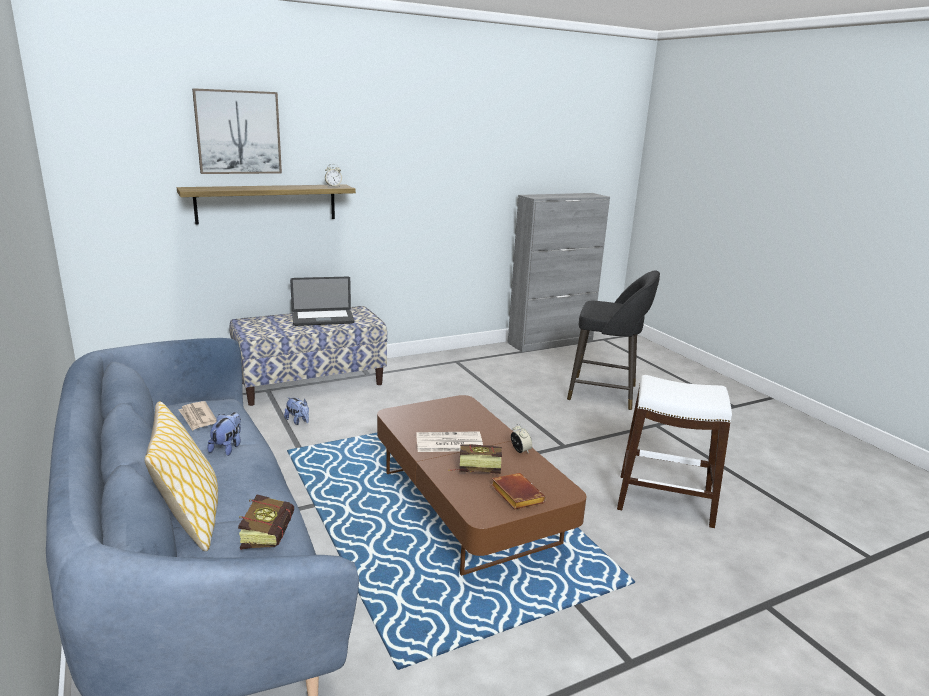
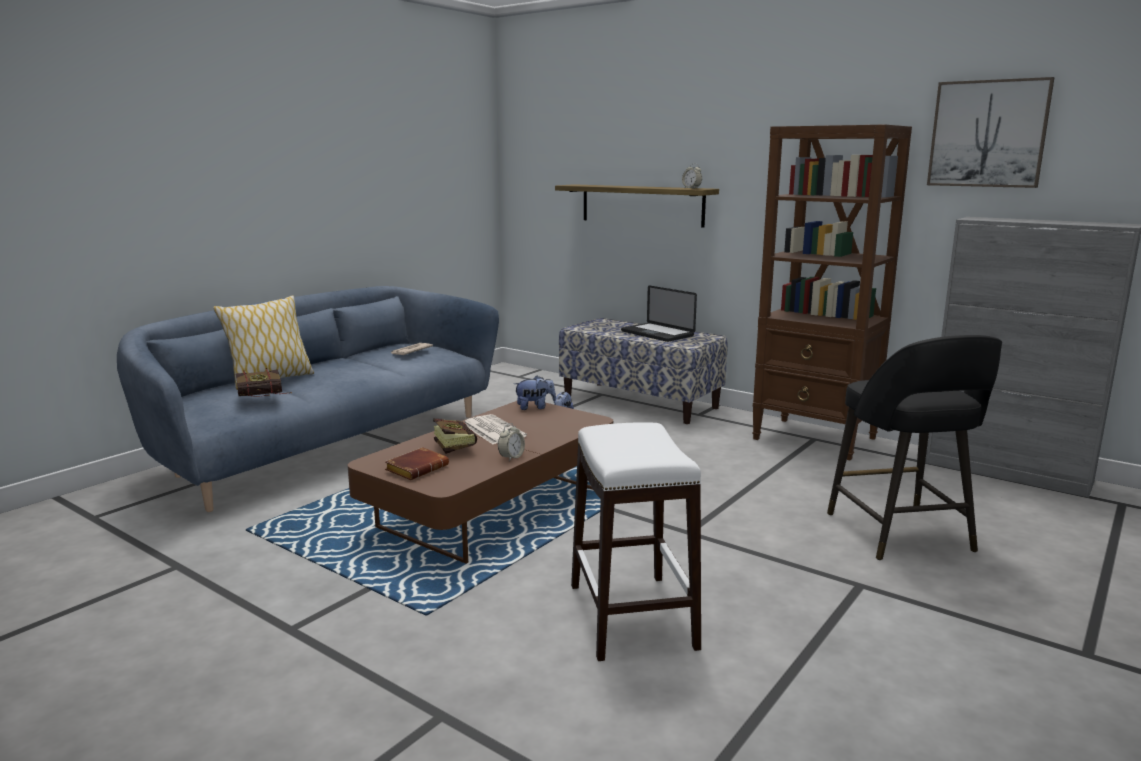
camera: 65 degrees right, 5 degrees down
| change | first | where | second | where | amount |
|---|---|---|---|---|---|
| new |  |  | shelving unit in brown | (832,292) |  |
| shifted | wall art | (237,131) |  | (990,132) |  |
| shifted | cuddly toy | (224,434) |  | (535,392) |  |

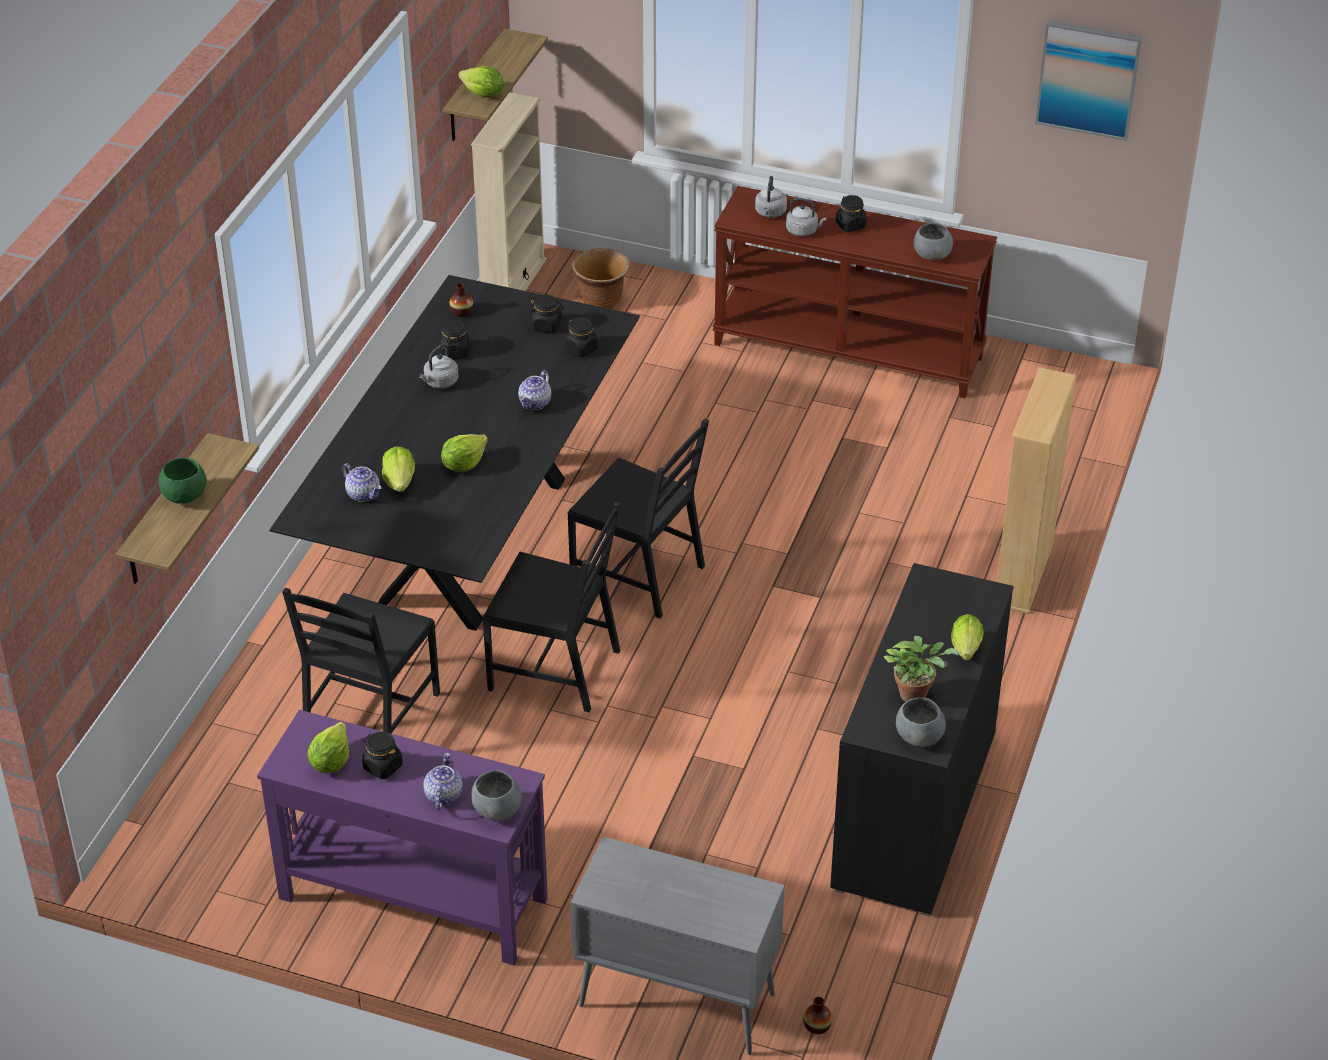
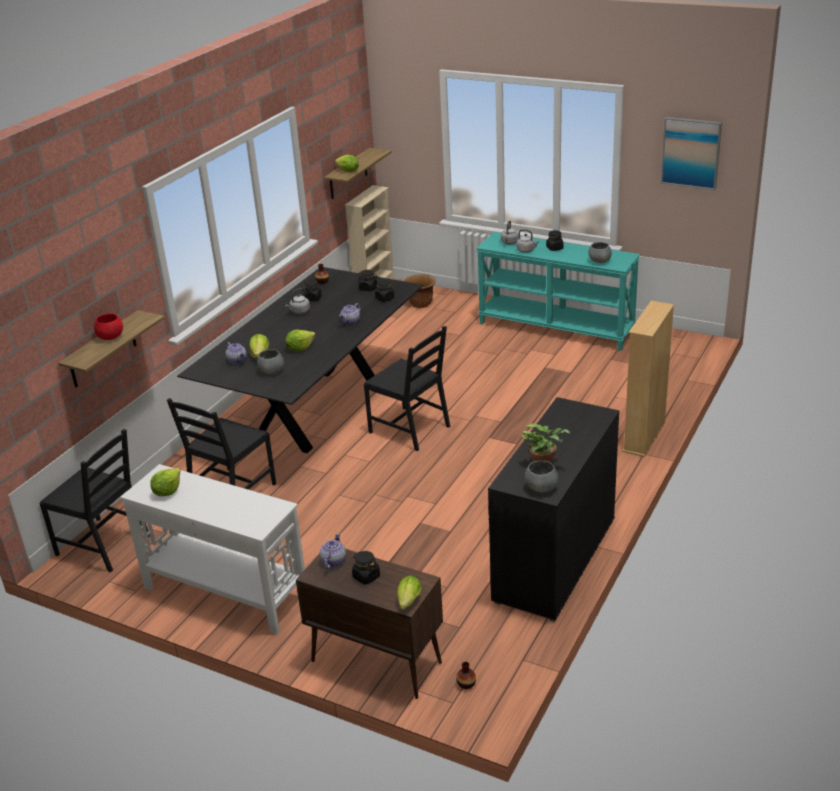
camera: 10 degrees right, 10 degrees down
| change | first | where | second | where | amount |
|---|---|---|---|---|---|
| shifted | jar in black-coloured | (382,755) |  | (366,568) |  |
| shifted | tea pot | (443,781) |  | (333,551) |  |
| shifted | serving bowl in greyish | (496,795) |  | (270,361) |  |
| shifted | chair in black-coloured | (551,607) |  | (94,500) |  |
| shifted | lettuce | (967,637) |  | (409,592) |  |
| repainted | serving bowl in greenish | (183,481) | serving bowl in red | (108,327) |  |
| repainted | narrow table in purple-coloured | (402,837) | narrow table in white | (212,549) |  |
| repainted | storage cabinet in greyish | (677,946) | storage cabinet in brown | (369,624) |  |
| repainted | narrow table in brown | (855,292) | narrow table in blue-green | (558,291) |  |

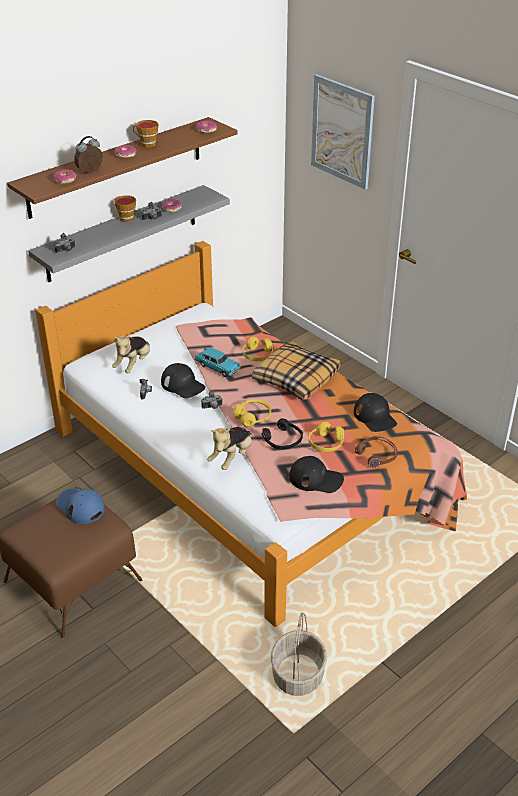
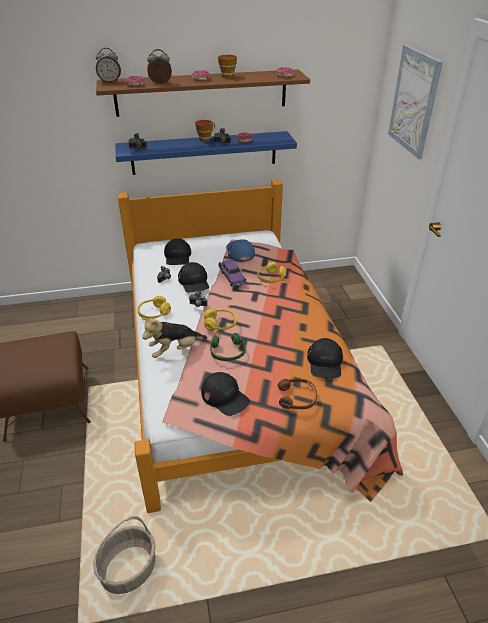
camera: 30 degrees right, 0 degrees up
| change | first | where | second | where | amount |
|---|---|---|---|---|---|
| gone | pillow | (296,370) |  |  |  |
| new |  |  | alarm clock | (108,65) |  |
| shifted | peaked cap in blue | (80,506) |  | (240,250) |  |
| shifted | pair of headphones in yellow | (326,437) |  | (154,307) |  |
| swapped | cuddly toy | (131,353) | peaked cap in black-coloured | (177,251) |  |
| repainted | wall shelf in greyish | (129,233) | wall shelf in blue | (206,153) |  |
| repainted | miniature car in blue-green | (217,362) | miniature car in purple-coloured | (233,273) |  |
| repainted | pair of headphones in black-coloured | (282,434) | pair of headphones in greenish | (228,347) |  |

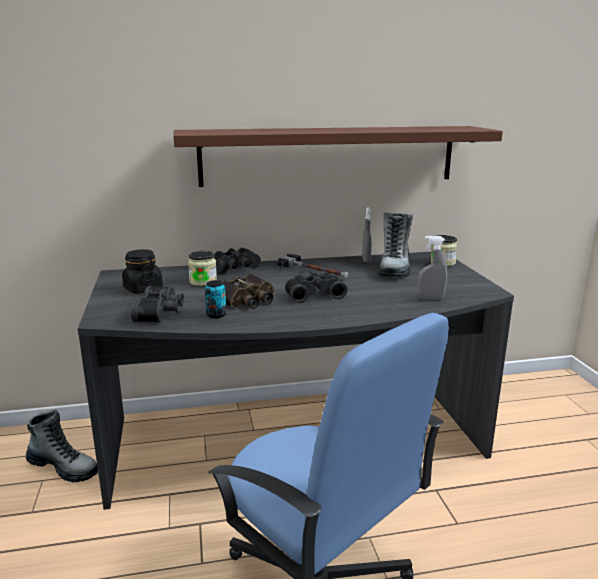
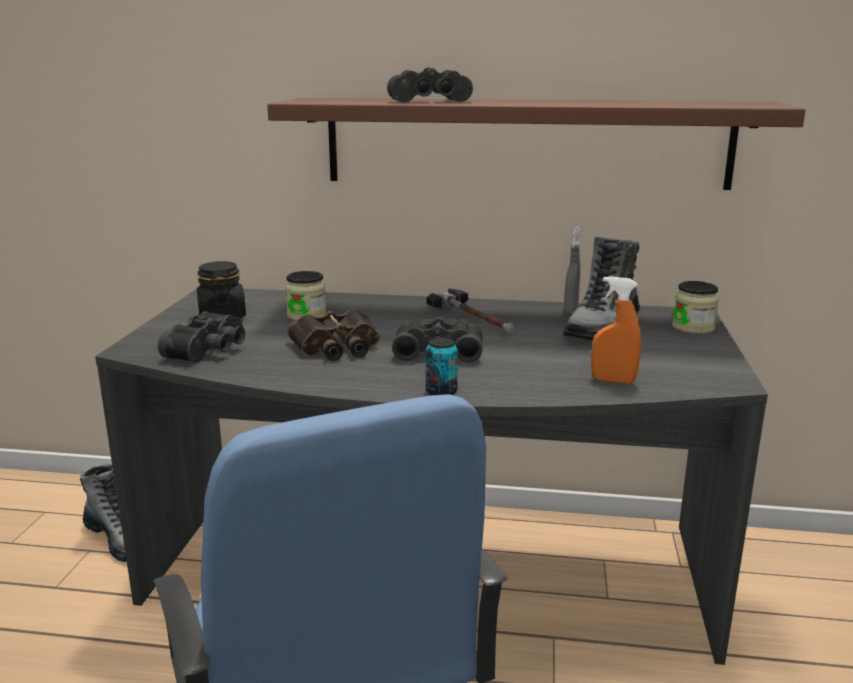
camera: 20 degrees right, 0 degrees up
| change | first | where | second | where | amount |
|---|---|---|---|---|---|
| shifted | metal can | (215,299) |  | (442,366) |  |
| shifted | field glasses in black-coloured | (237,261) |  | (430,84) |  |
| repainted | spray bottle in greyish | (432,268) | spray bottle in orange | (616,330) |  |

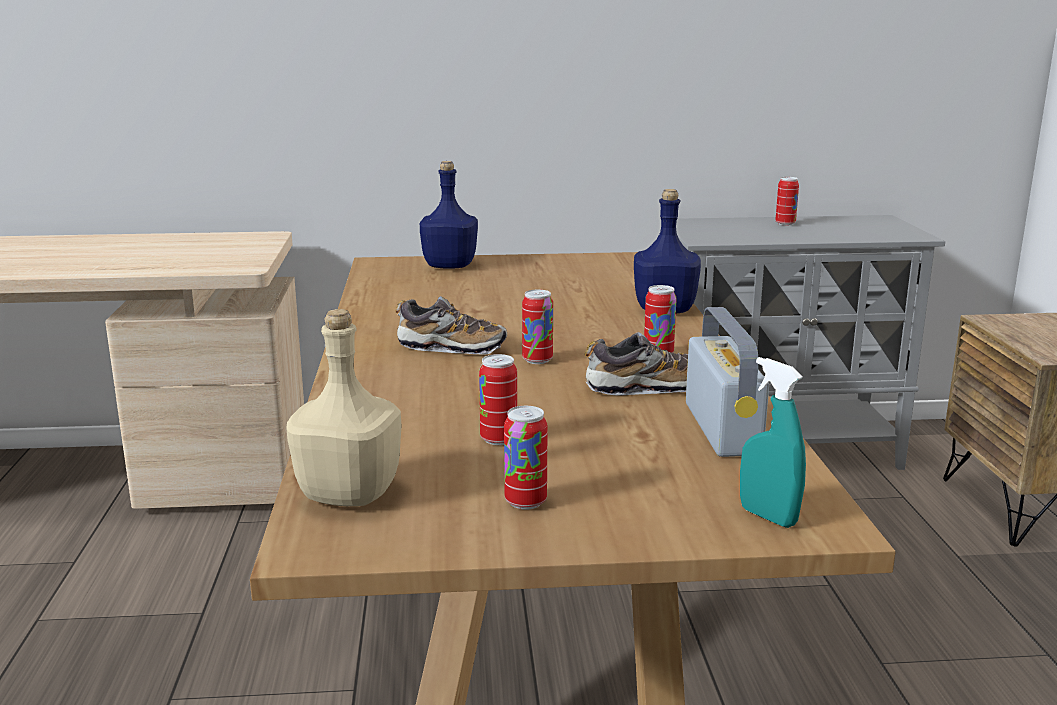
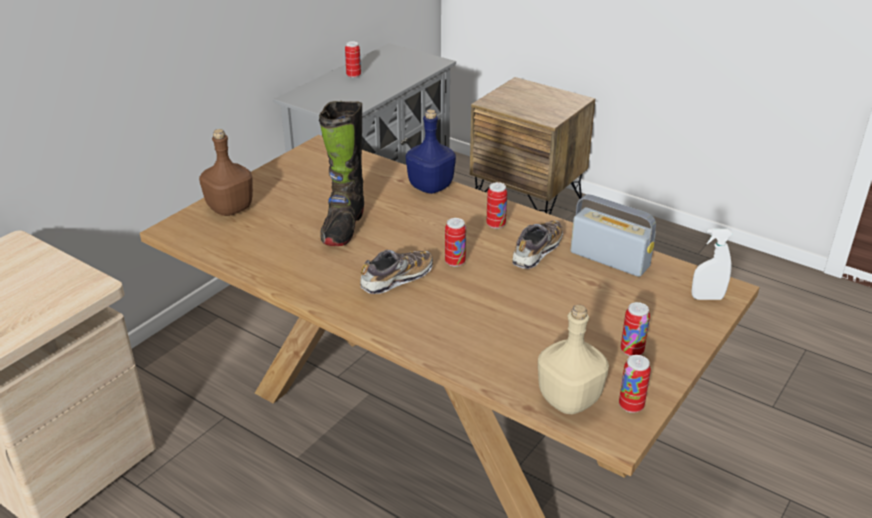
camera: 50 degrees left, 15 degrees up
| change | first | where | second | where | amount |
|---|---|---|---|---|---|
| new |  |  | high-top boot in black-coloured | (341,173) |  |
| shifted | metal can | (498,399) |  | (635,384) |  |
| repainted | drink bottle in blue | (449,215) | drink bottle in brown | (226,172) |  |
| repainted | spray bottle in blue-green | (773,442) | spray bottle in white | (712,264) |  |

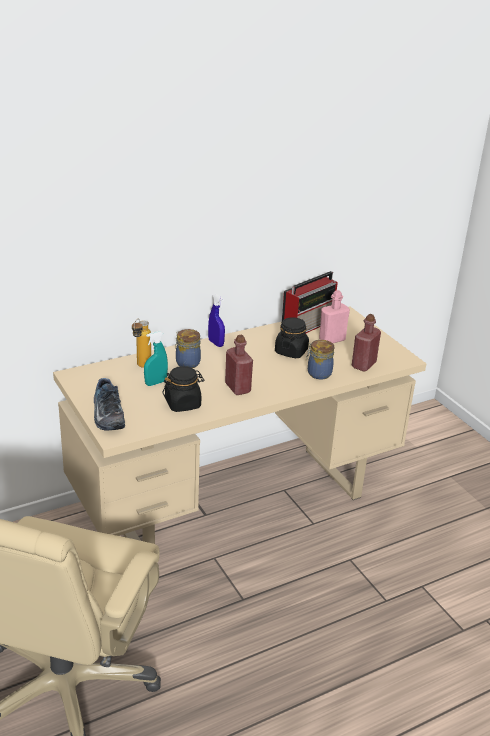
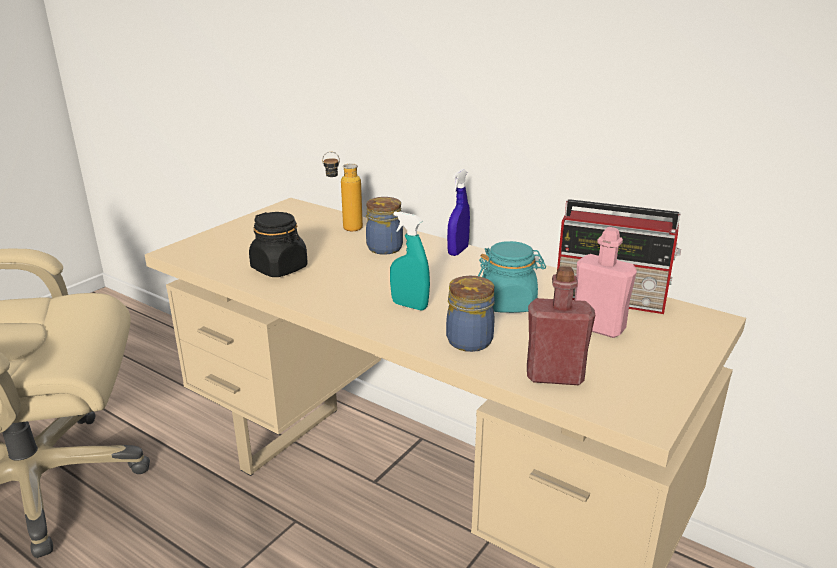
camera: 65 degrees right, 5 degrees down
| change | first | where | second | where | amount |
|---|---|---|---|---|---|
| gone | shoe | (109,404) |  |  |  |
| gone | drink bottle in red | (239,365) |  |  |  |
| shifted | spray bottle in blue-green | (156,358) |  | (410,261) |  |
| repainted | jar in black-coloured | (292,337) | jar in blue-green | (512,277) |  |

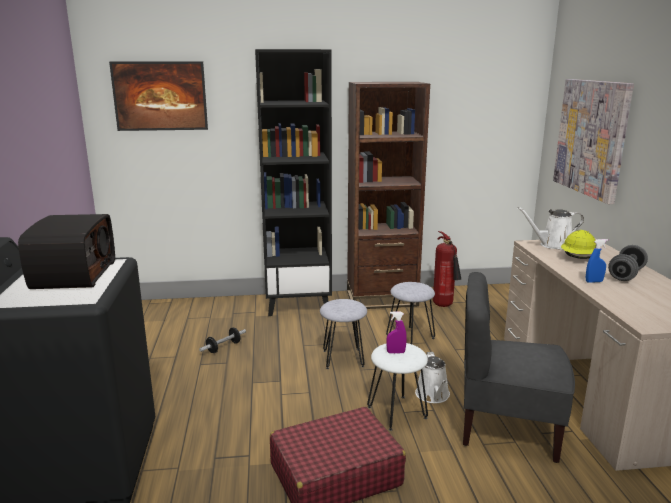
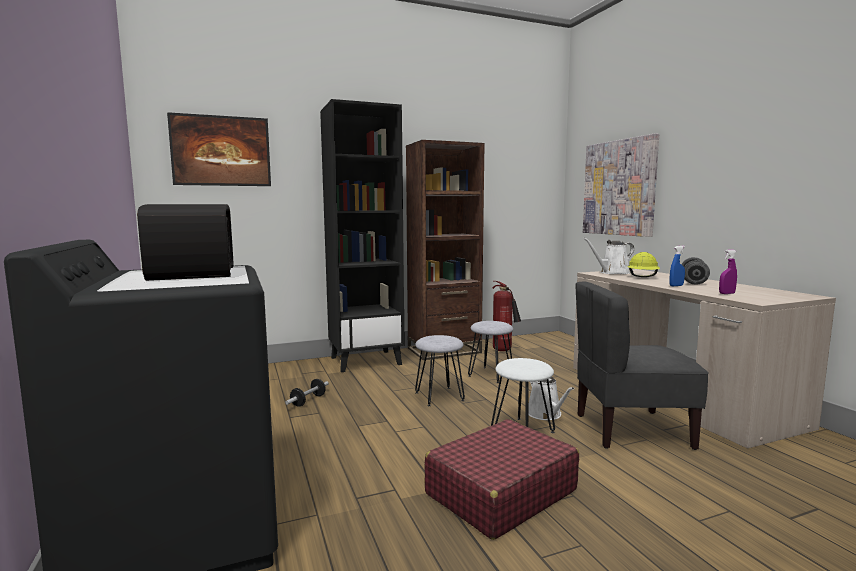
camera: 15 degrees left, 10 degrees down
| change | first | where | second | where | amount |
|---|---|---|---|---|---|
| shifted | spray bottle in purple-coloured | (396,332) |  | (728,272) |  |

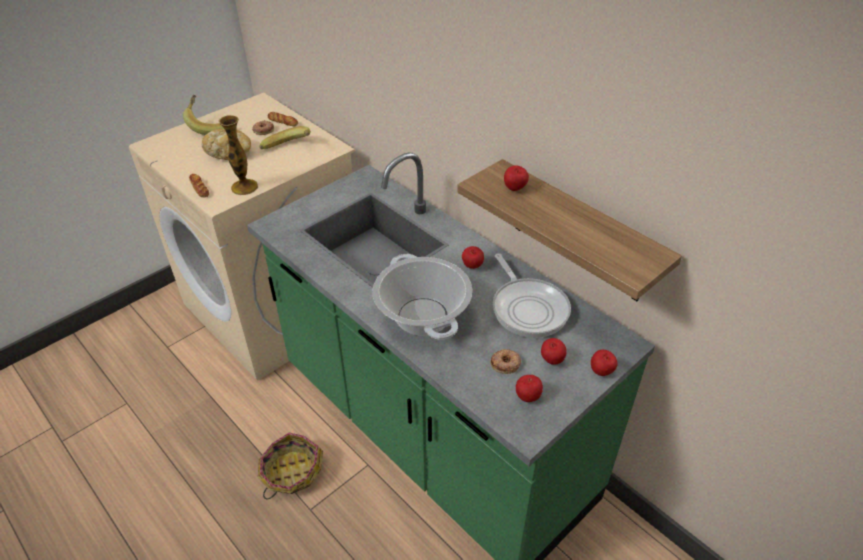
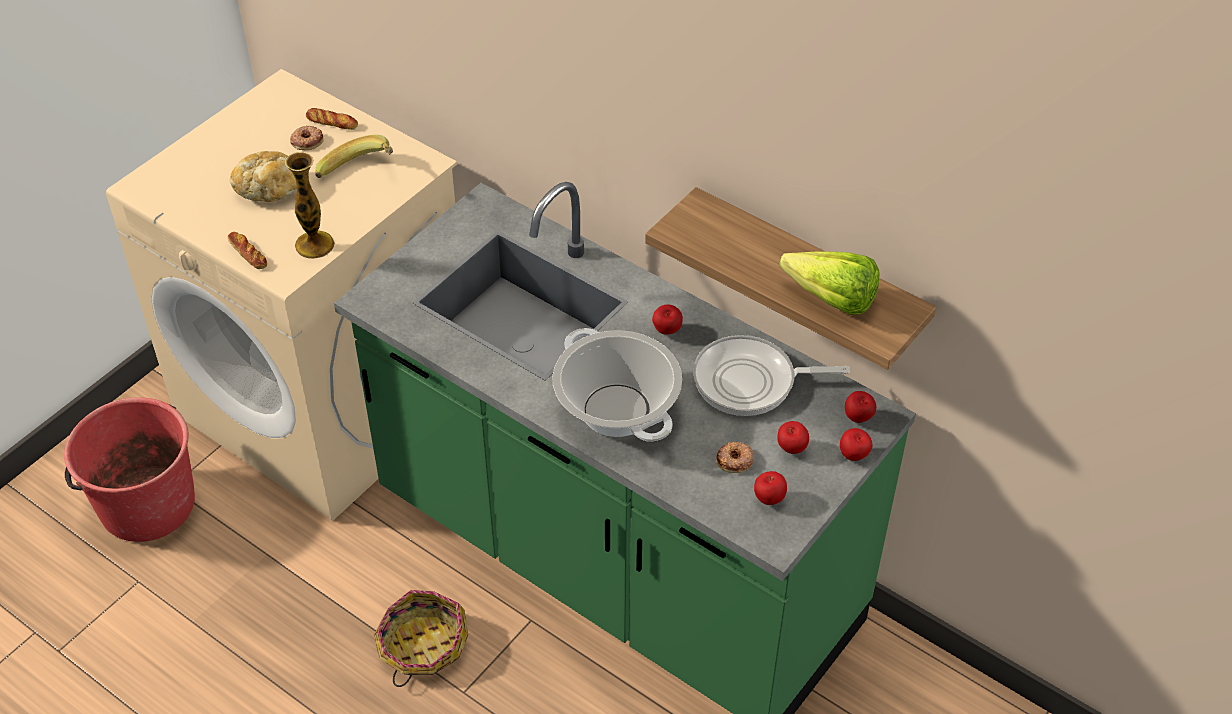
camera: 10 degrees left, 5 degrees up
| change | first | where | second | where | amount |
|---|---|---|---|---|---|
| gone | banana fruit | (203,115) |  |  |  |
| new |  |  | bucket in red | (129,469) |  |
| new |  |  | lettuce | (829,283) |  |
| shifted | whole apple | (516,178) |  | (860,407) |  |
| rotated | skillet | (532,295) |  | (771,375) | 120 degrees clockwise |

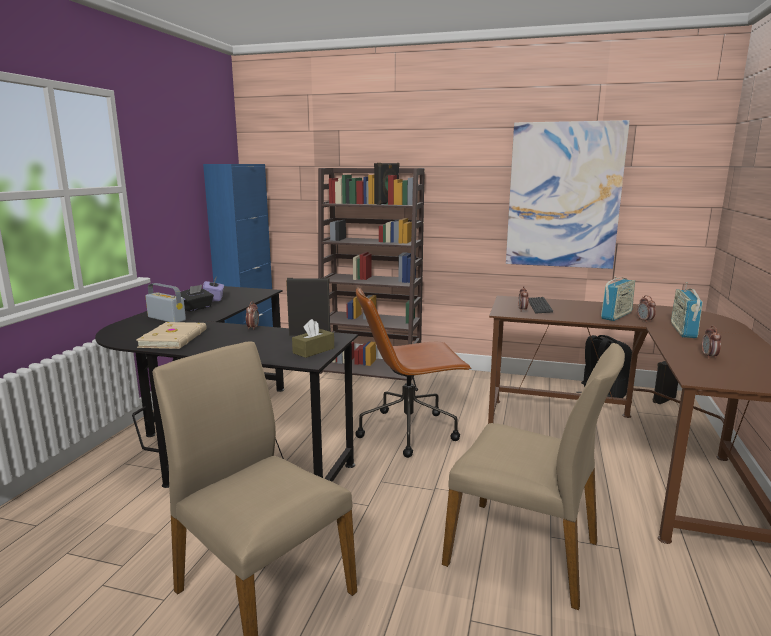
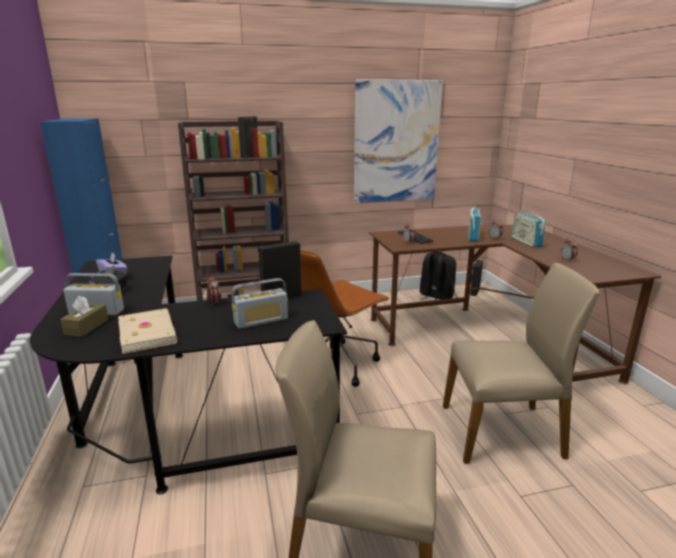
camera: 30 degrees left, 5 degrees up
| change | first | where | second | where | amount |
|---|---|---|---|---|---|
| new |  |  | radio set | (260,303) |  |
| shifted | tissue box in brown | (313,338) |  | (84,316) |  |

